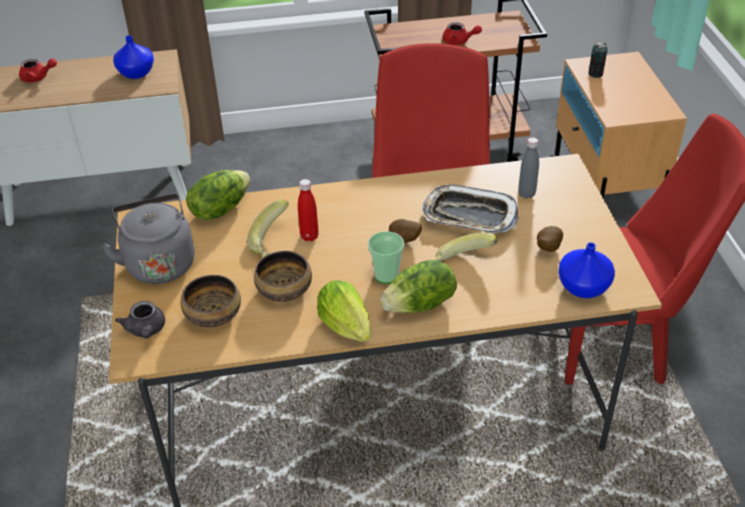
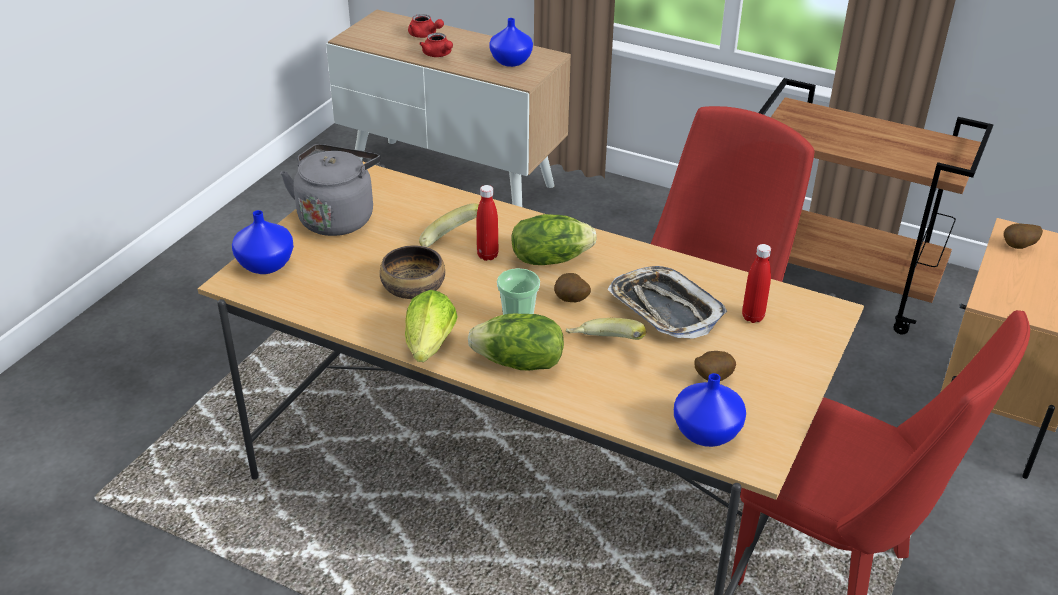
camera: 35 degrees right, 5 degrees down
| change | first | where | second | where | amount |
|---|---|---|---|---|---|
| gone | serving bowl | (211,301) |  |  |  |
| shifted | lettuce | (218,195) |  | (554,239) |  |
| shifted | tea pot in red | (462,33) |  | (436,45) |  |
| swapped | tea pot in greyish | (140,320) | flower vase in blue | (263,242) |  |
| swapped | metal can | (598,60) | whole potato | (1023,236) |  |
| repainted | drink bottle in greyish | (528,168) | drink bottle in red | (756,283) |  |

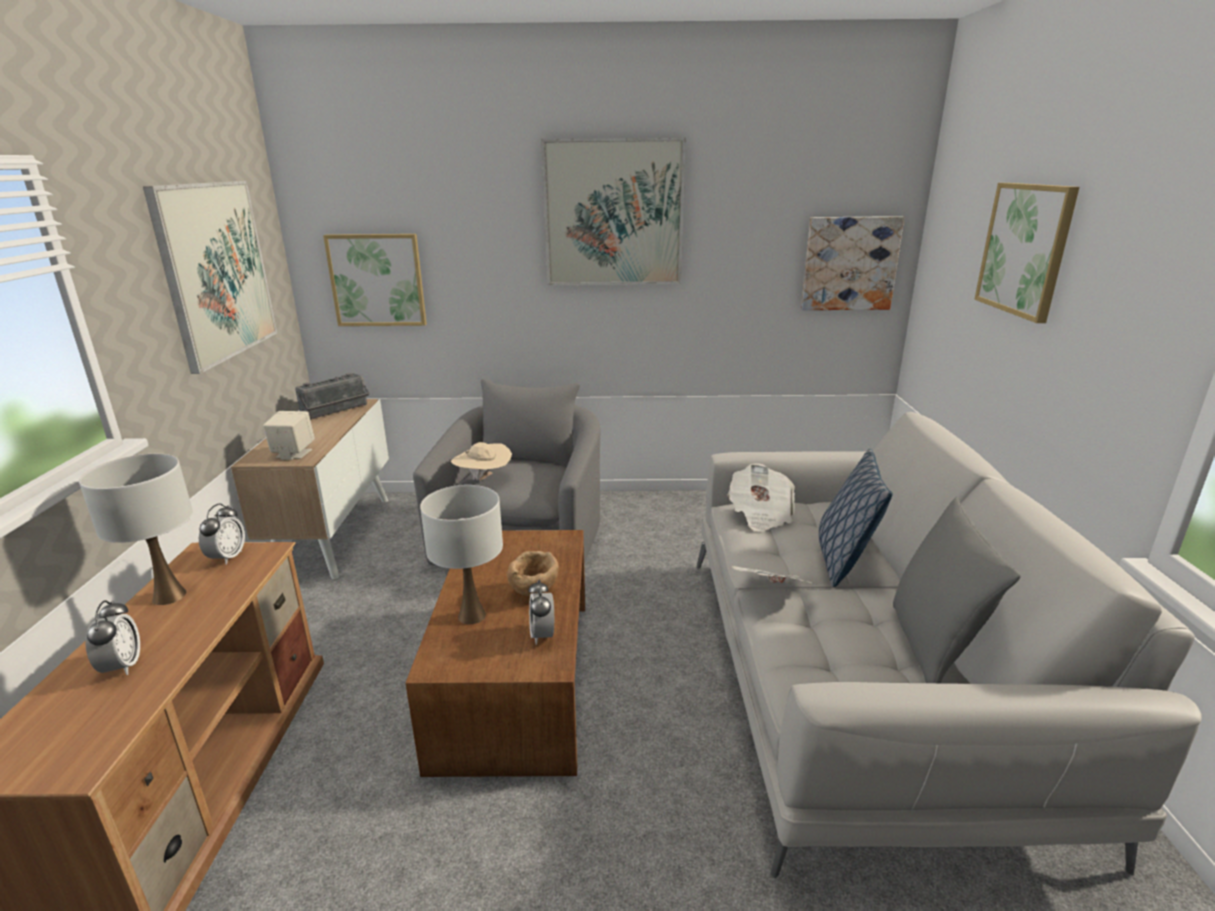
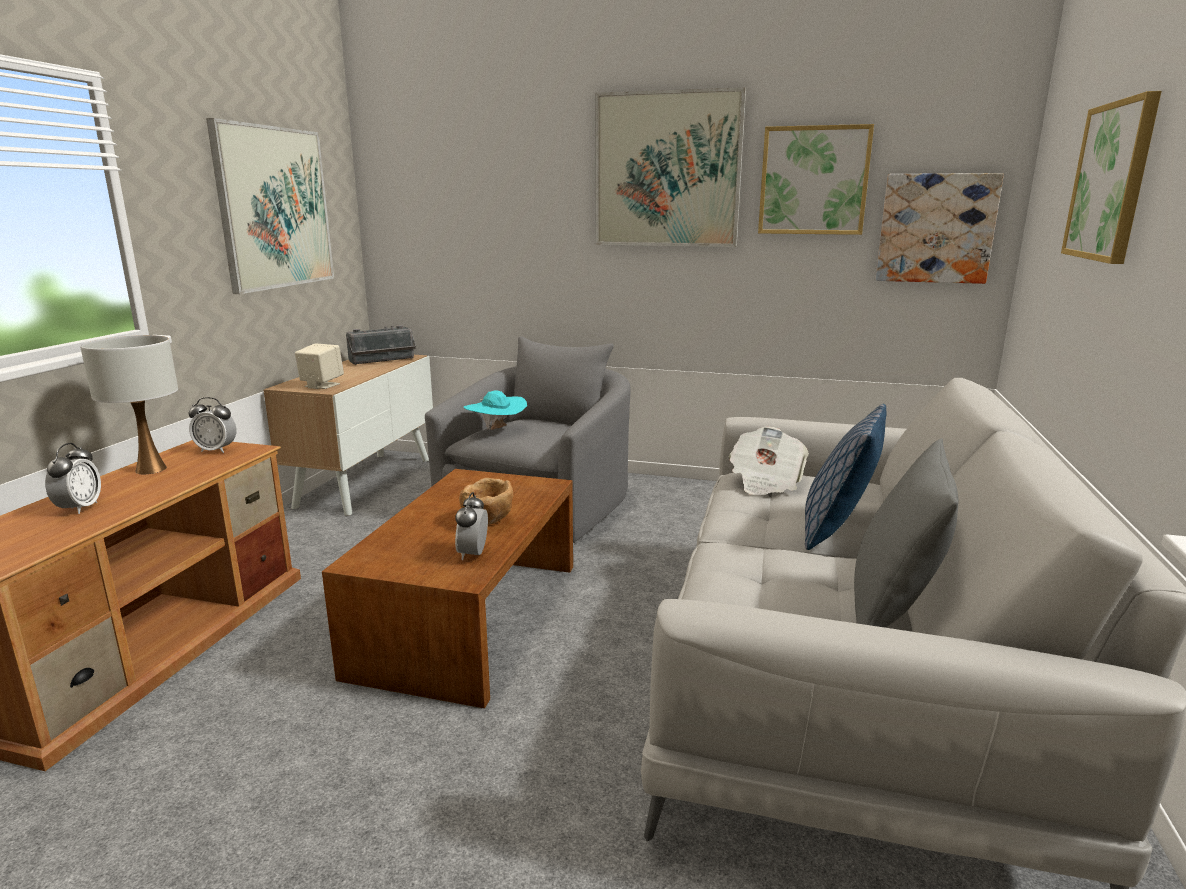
camera: 15 degrees right, 5 degrees down
| change | first | where | second | where | amount |
|---|---|---|---|---|---|
| gone | table lamp in white | (461,554) |  |  |  |
| gone | newspaper | (772,575) |  |  |  |
| shifted | wall art | (375,280) |  | (816,179) |  |
| repainted | wearable hat in beige-coloured | (481,461) | wearable hat in blue-green | (495,410) |  |
| rotated | alarm clock | (222,534) |  | (212,425) | 75 degrees clockwise |

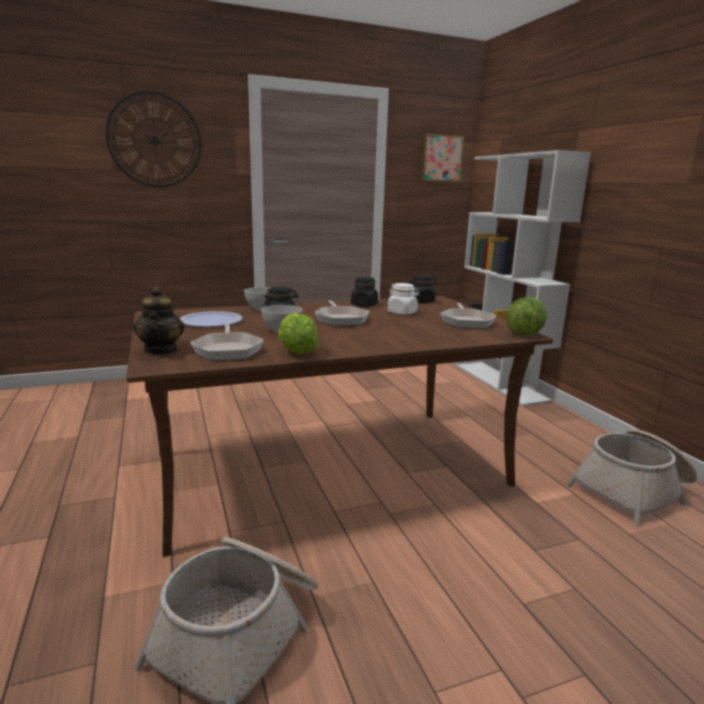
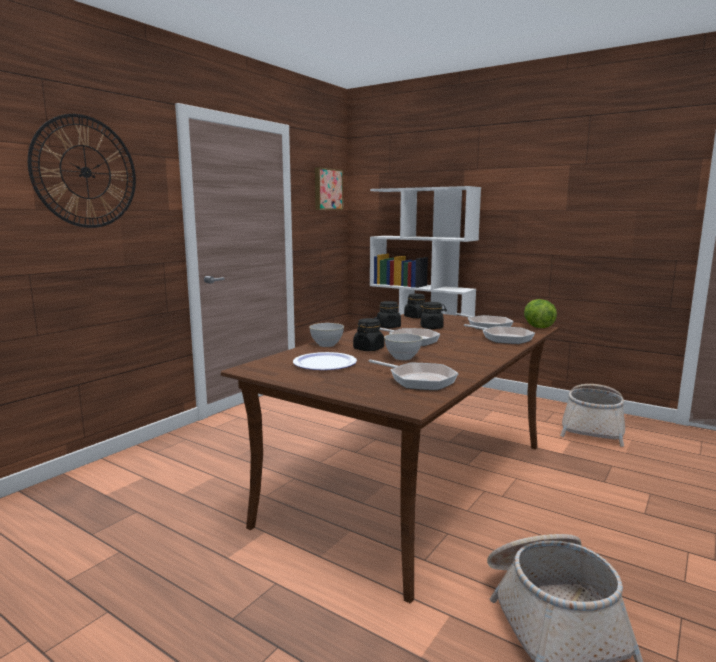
camera: 35 degrees left, 5 degrees down
| change | first | where | second | where | amount |
|---|---|---|---|---|---|
| gone | tea pot | (159,320) |  |  |  |
| gone | lettuce | (298,333) |  |  |  |
| new |  |  | skillet | (499,334) |  |
| repainted | jar in white | (403,299) | jar in black-coloured | (432,315) |  |

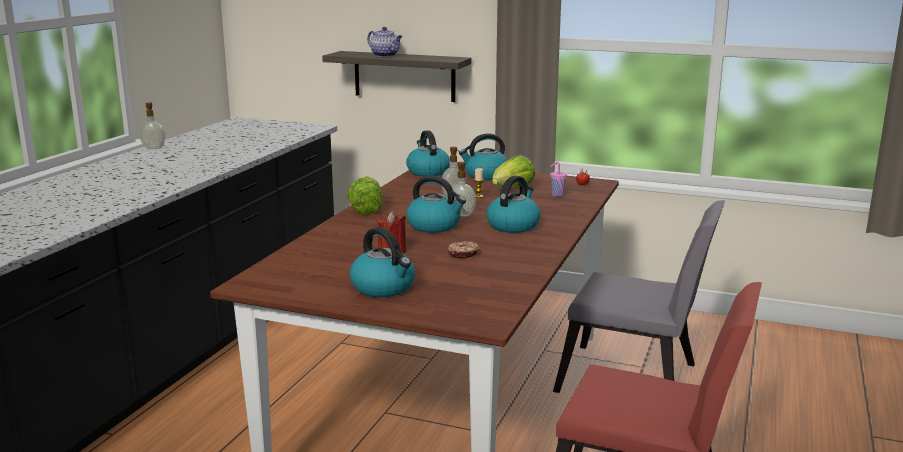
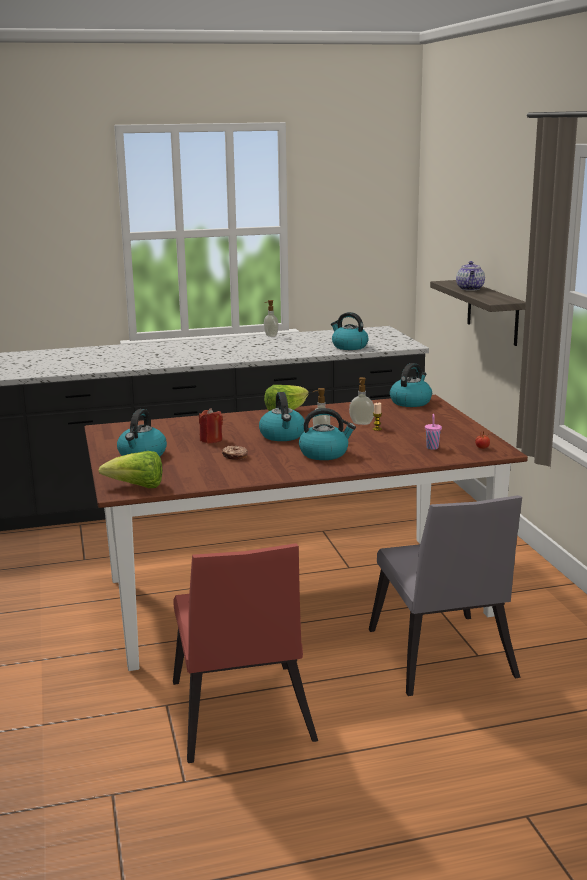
camera: 55 degrees right, 0 degrees up
| change | first | where | second | where | amount |
|---|---|---|---|---|---|
| shifted | tea kettle | (483,157) |  | (349,331) |  |
| shifted | lettuce | (513,171) |  | (130,469) |  |

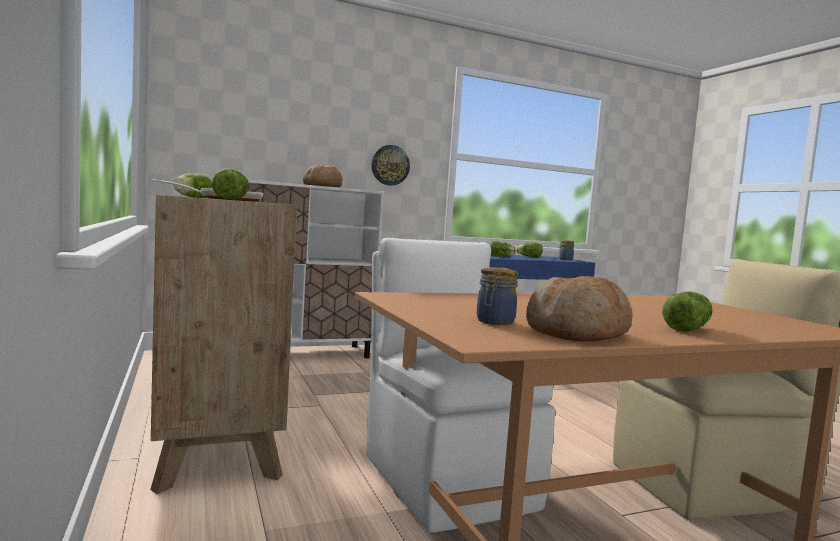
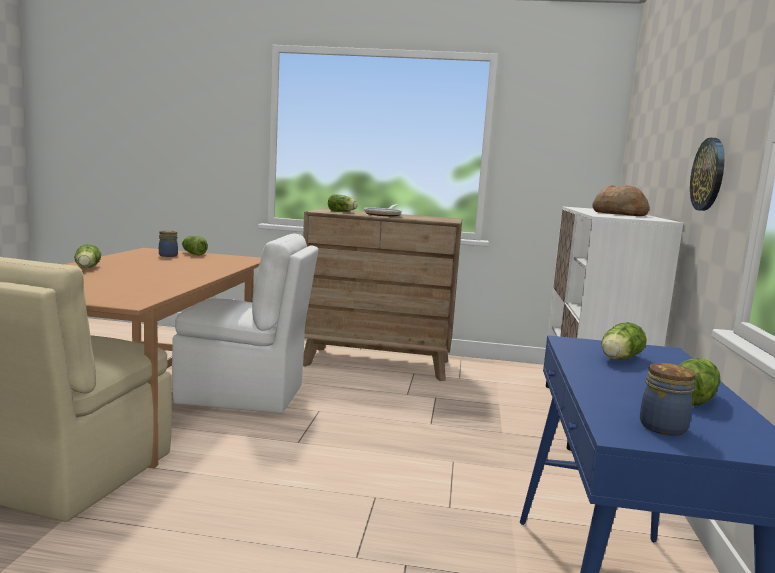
camera: 120 degrees right, 5 degrees up
| change | first | where | second | where | amount |
|---|---|---|---|---|---|
| gone | bakery bread | (579,309) |  |  |  |
| shifted | lettuce | (193,185) |  | (195,246) |  |

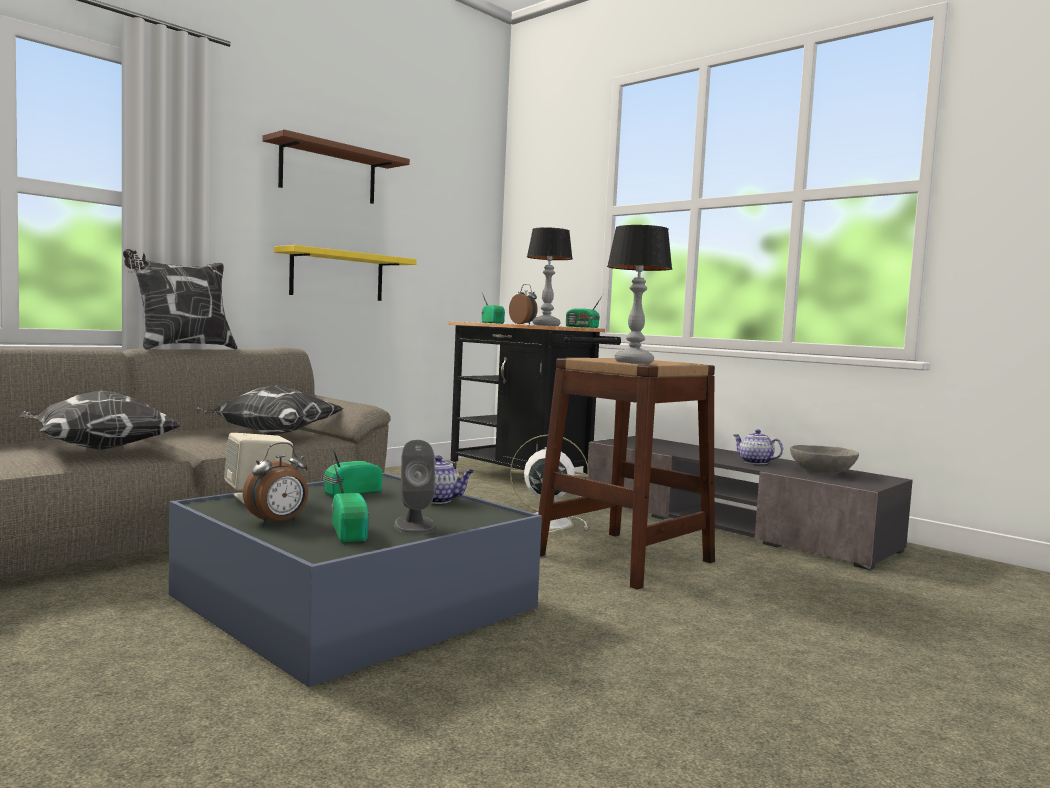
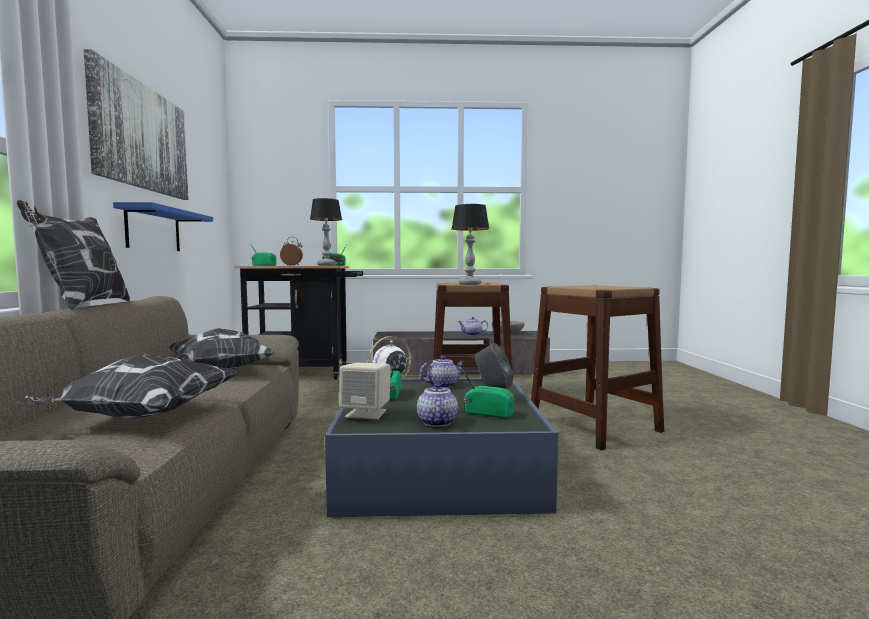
camera: 45 degrees left, 0 degrees up
| change | first | where | second | where | amount |
|---|---|---|---|---|---|
| new |  |  | stool in brown | (597,367) |  |
| swapped | alarm clock | (275,483) | tea pot | (437,405) |  |
| swapped | wall shelf in brown | (336,166) | wall art | (136,124) |  |
| repainted | wall shelf in yellow | (345,273) | wall shelf in blue | (163,226) |  |

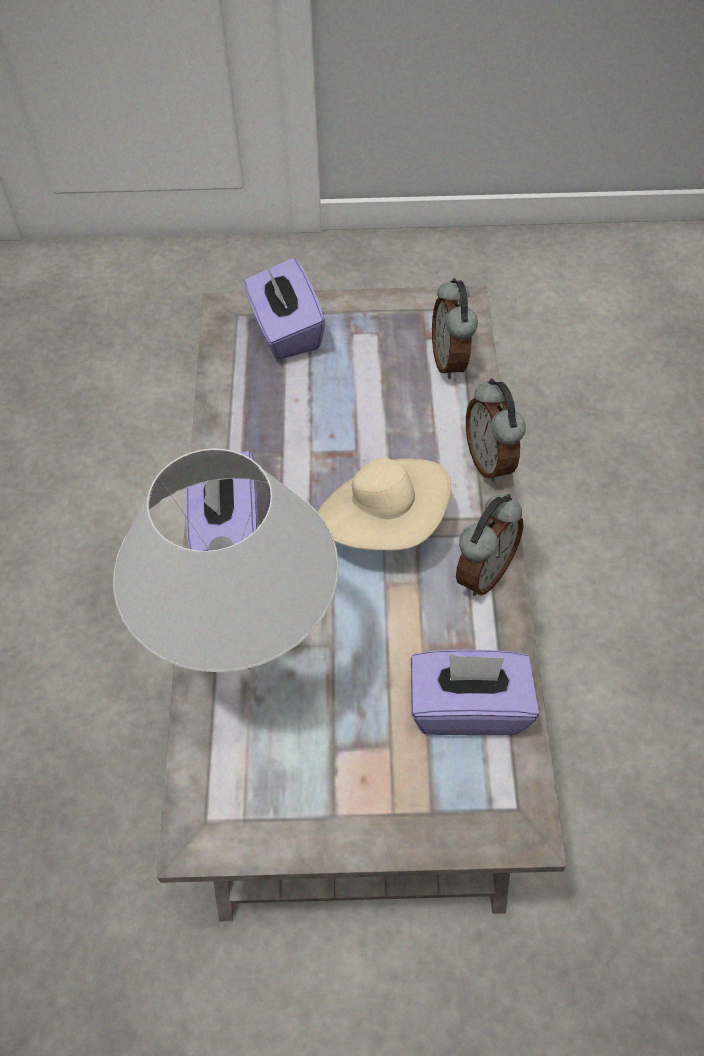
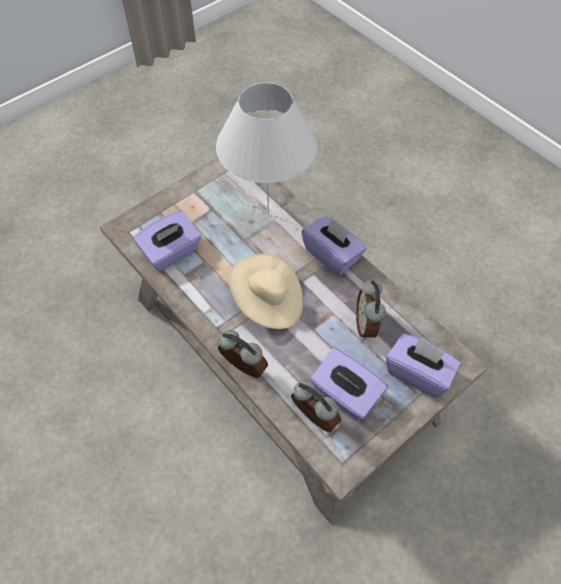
camera: 140 degrees right, 0 degrees up
| change | first | where | second | where | amount |
|---|---|---|---|---|---|
| new |  |  | tissue box in purple-coloured | (349,384) |  |
| shifted | alarm clock | (490,545) |  | (371,309) |  |

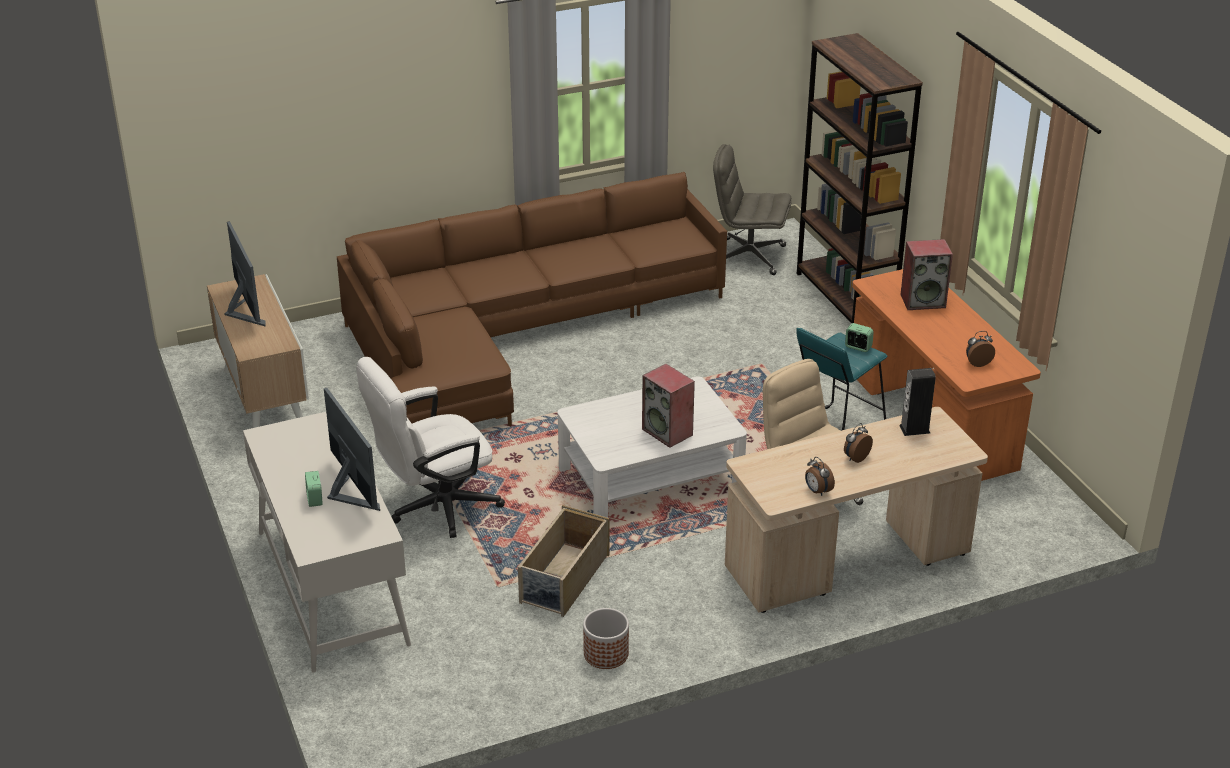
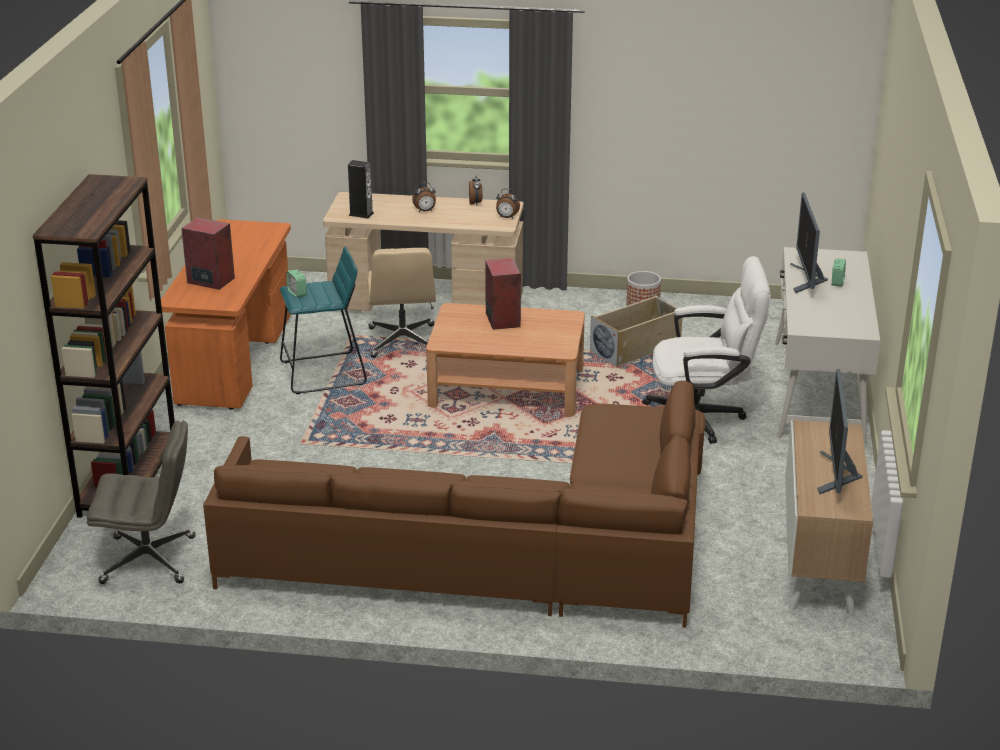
camera: 150 degrees left, 5 degrees down
| change | first | where | second | where | amount |
|---|---|---|---|---|---|
| shifted | alarm clock | (980,349) |  | (508,204) |  |
| repainted | low table in white | (652,447) | low table in brown | (505,360) |  |
| rotated | computer chair in greyish | (752,209) |  | (141,502) | 45 degrees counterclockwise |

